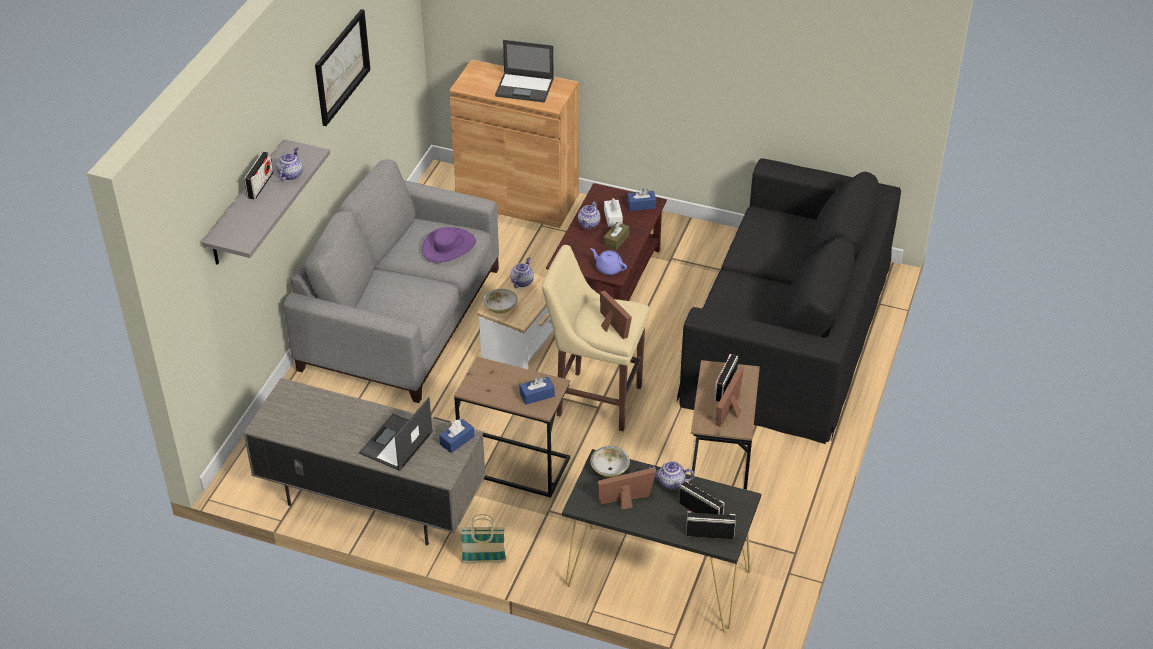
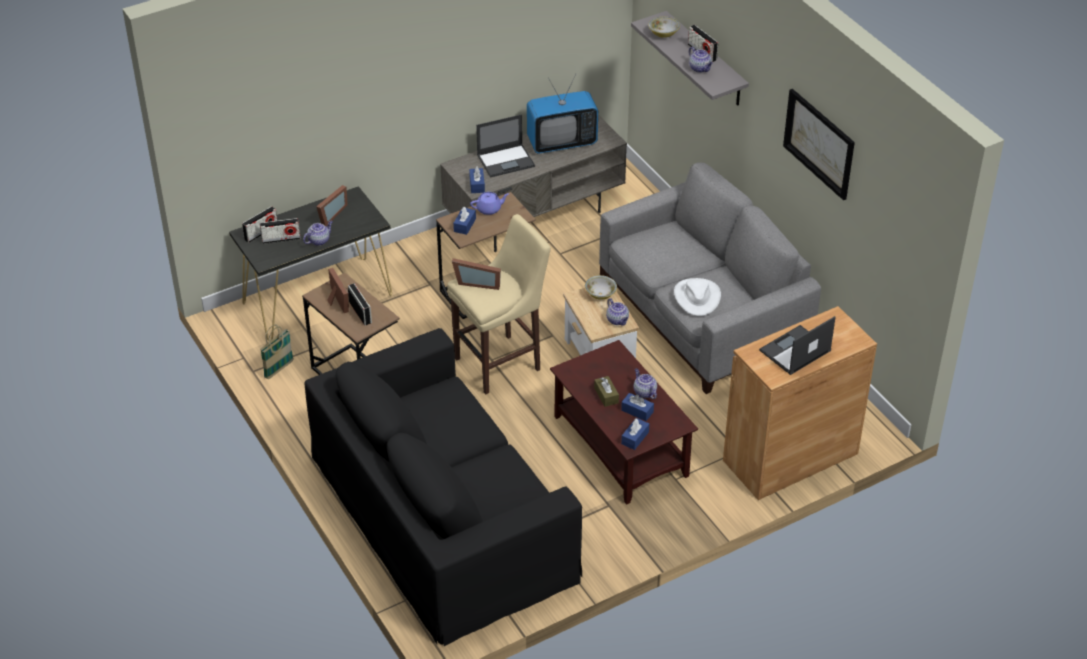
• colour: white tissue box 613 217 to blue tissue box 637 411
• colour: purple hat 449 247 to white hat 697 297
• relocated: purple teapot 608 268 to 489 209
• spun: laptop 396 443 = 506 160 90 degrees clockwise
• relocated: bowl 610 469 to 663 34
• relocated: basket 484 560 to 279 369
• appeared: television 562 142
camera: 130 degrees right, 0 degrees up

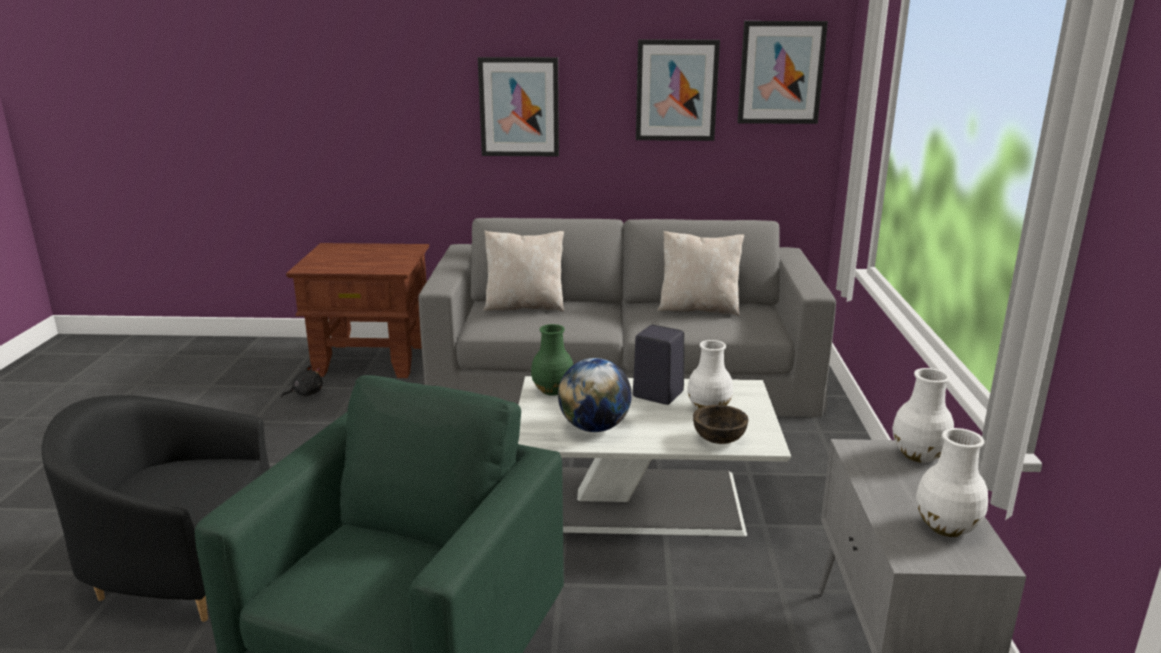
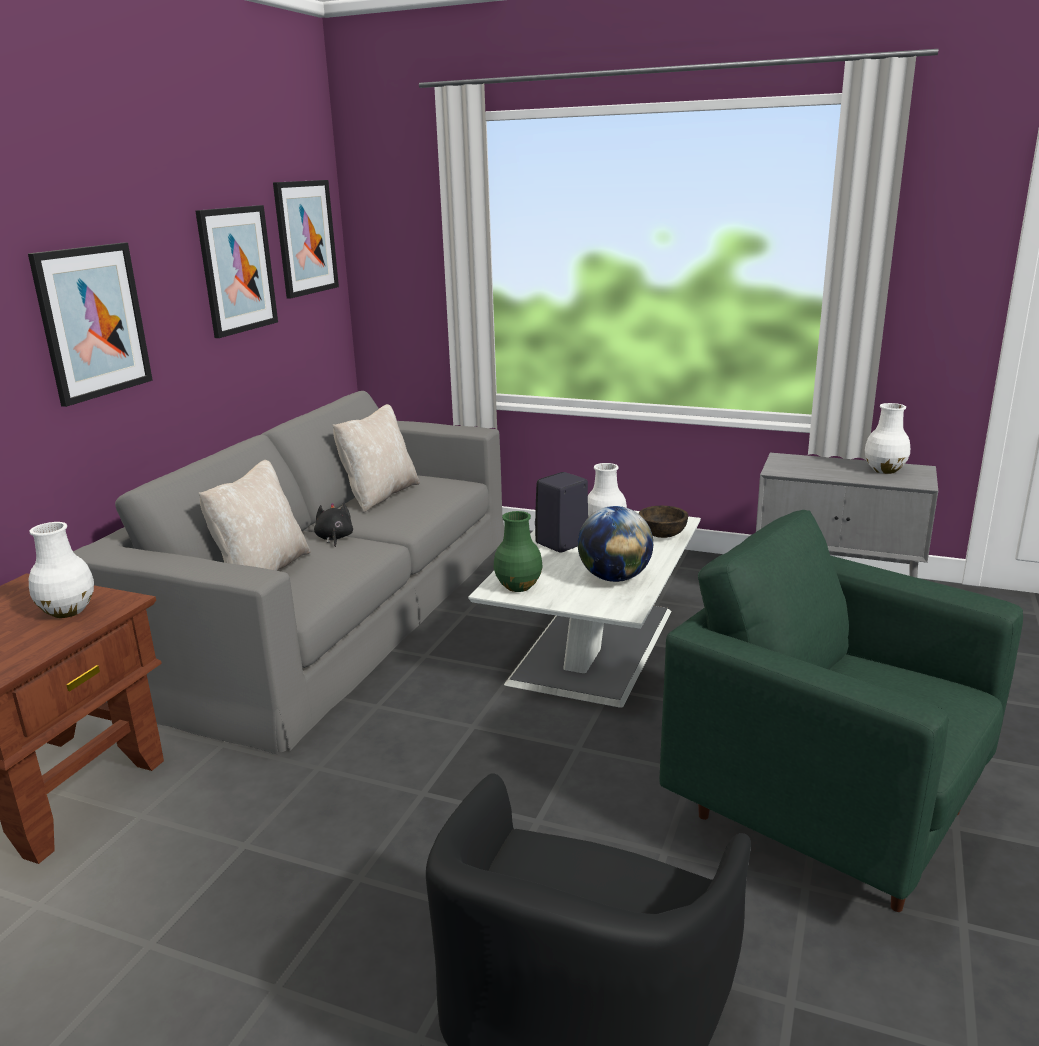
• relocated: black plush toy 306 394 to 334 538
• relocated: white vase 918 455 to 67 611
camera: 70 degrees left, 0 degrees up

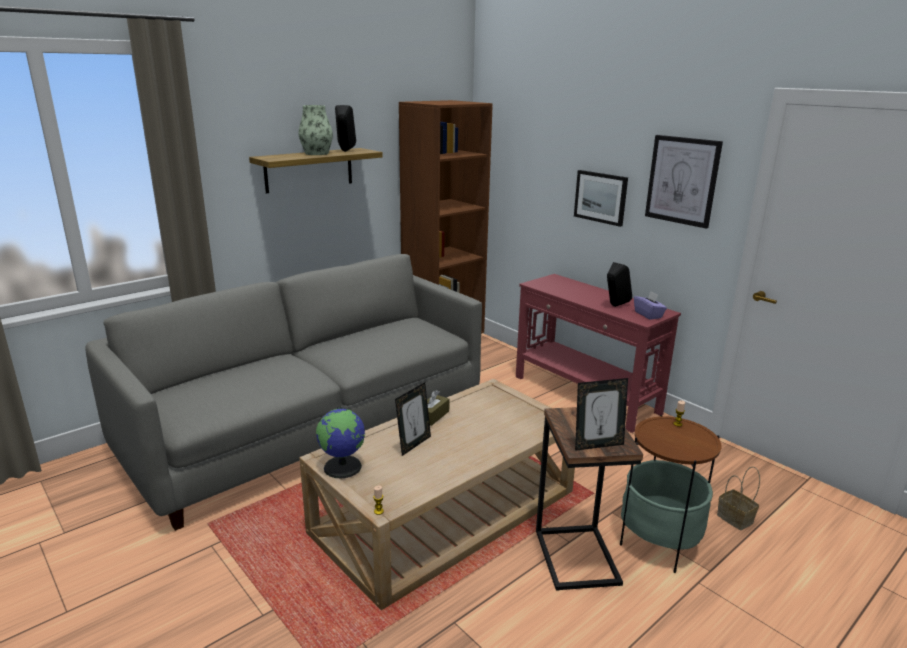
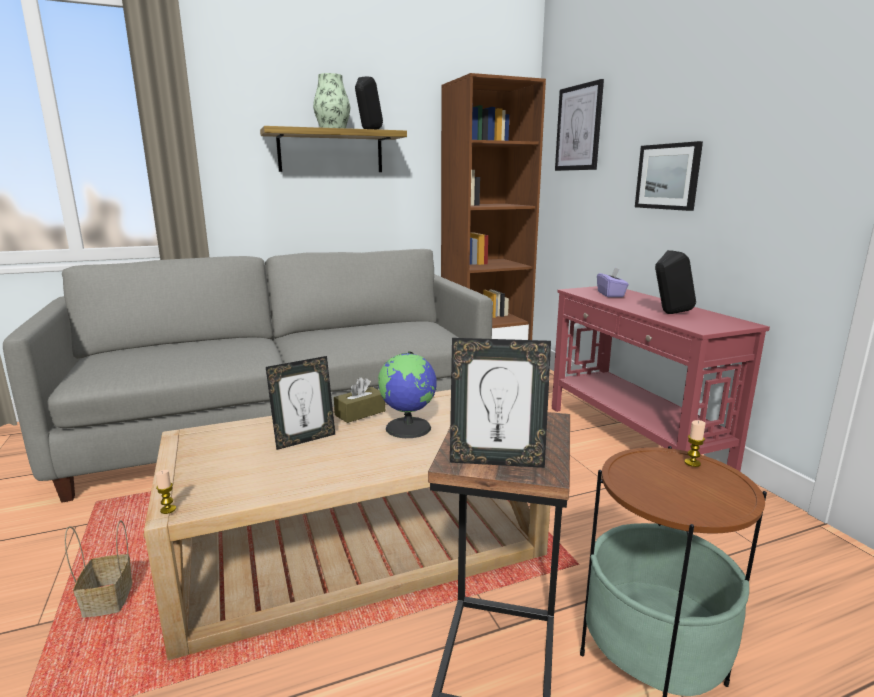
• relocated: picture 682 180 to 578 128
• relocated: purple tissue box 648 315 to 611 294
• relocated: globe 343 467 to 409 428
• relocated: basket 736 519 to 109 601
camera: 20 degrees right, 5 degrees down

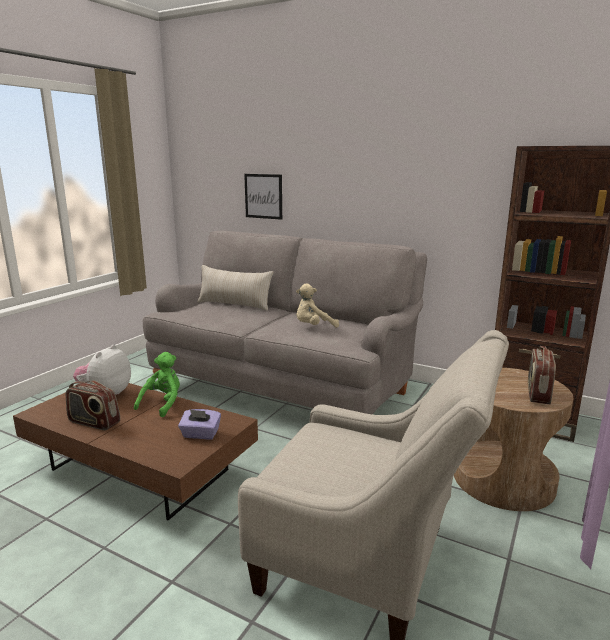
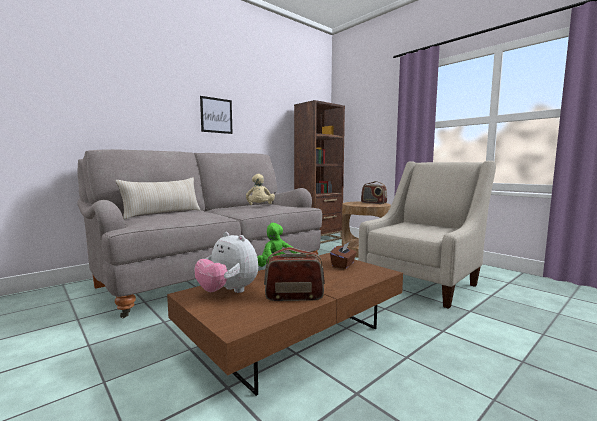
• relocated: picture 263 196 to 216 115
• spun: radio 94 423 = 294 296 135 degrees counterclockwise
• colour: purple tissue box 200 434 to brown tissue box 343 265
camera: 70 degrees left, 10 degrees down

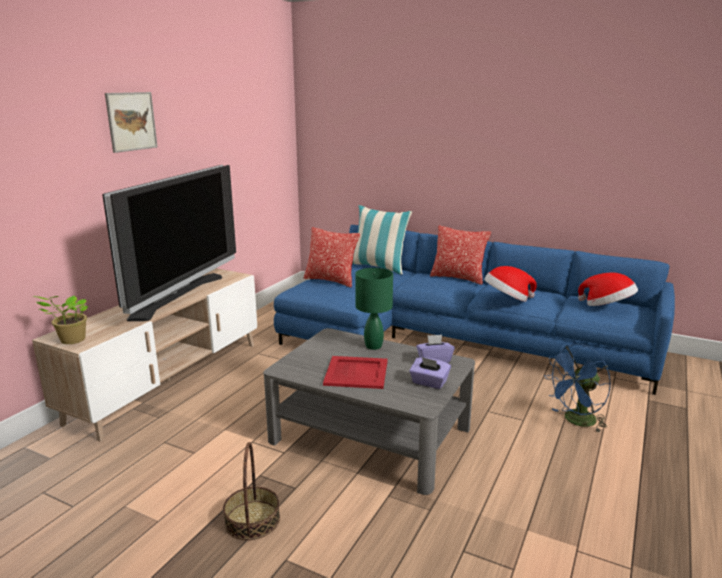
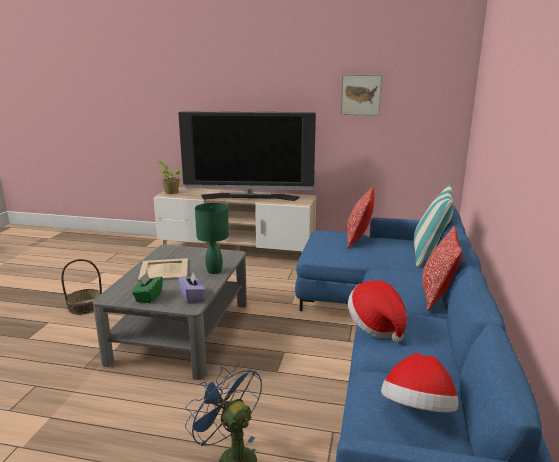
• relocated: picture 131 121 to 361 95
• colour: red tray 357 373 to beige tray 163 270
• colour: purple tissue box 429 383 to green tissue box 148 297
camera: 75 degrees right, 0 degrees up

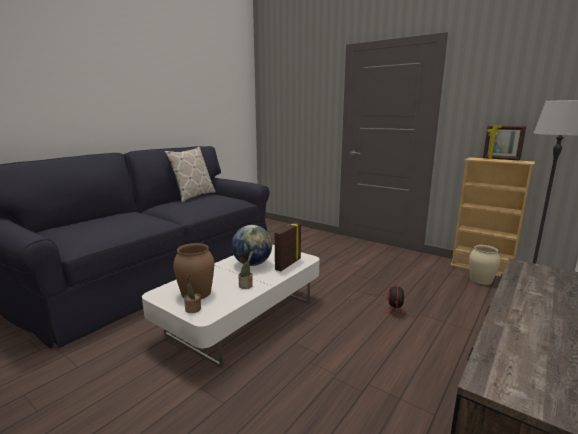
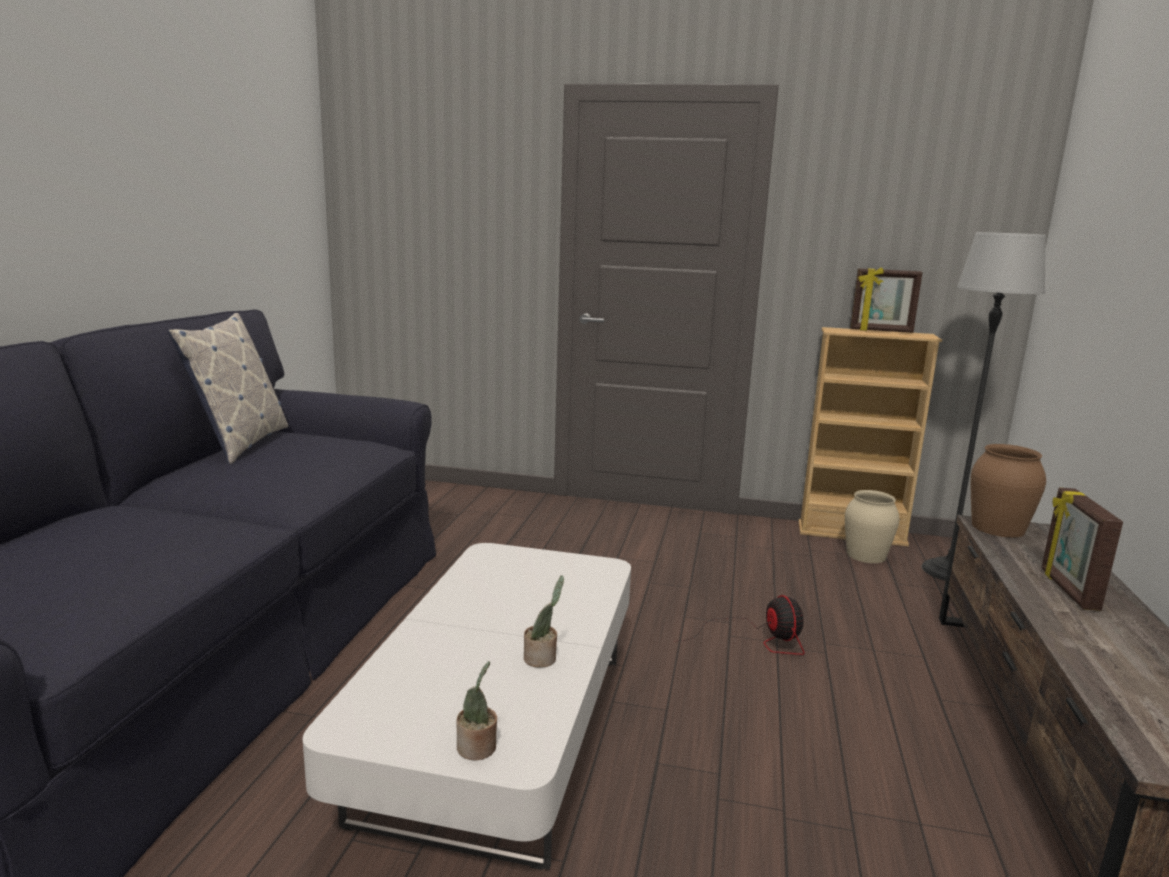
• relocated: picture frame 287 264 to 1067 589
• missing: globe 252 264
• relocated: brown vase 196 293 to 998 528
camera: 25 degrees left, 0 degrees up

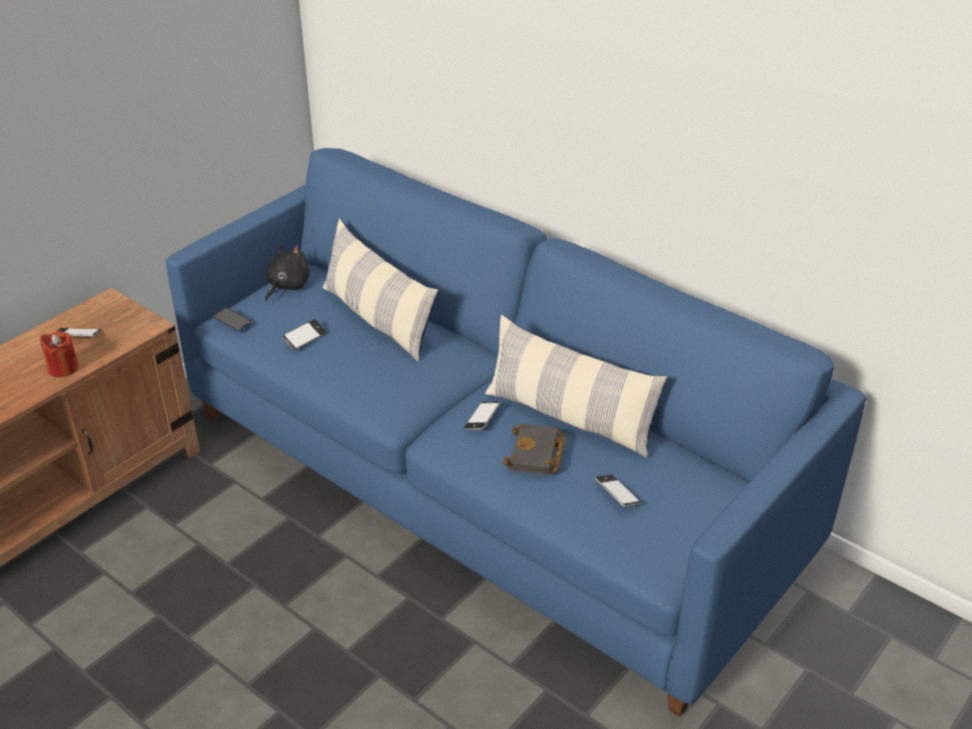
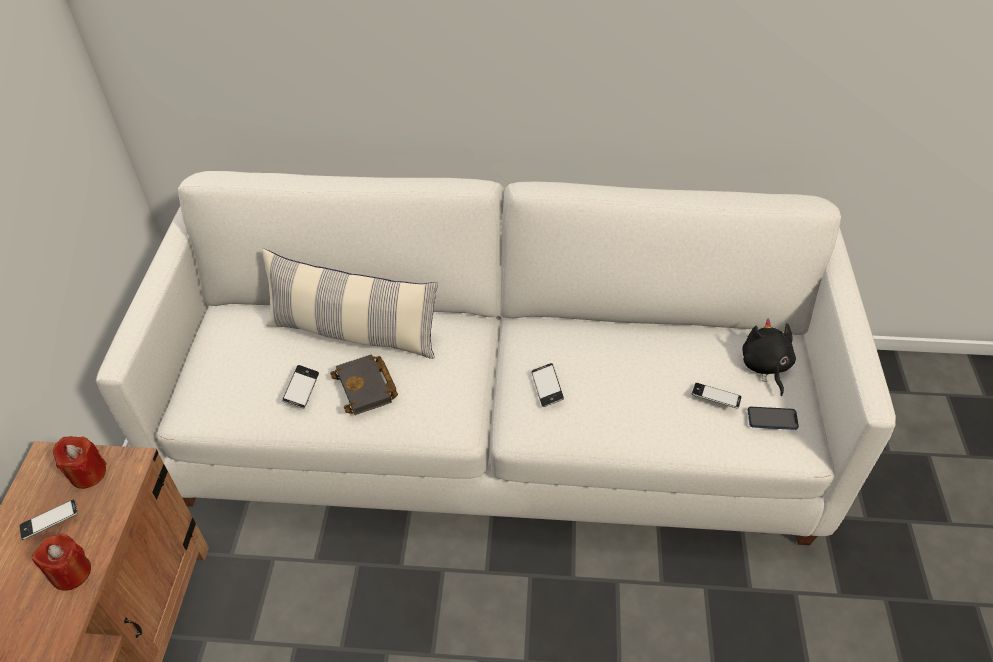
• colour: blue sofa 488 482 to white sofa 499 427
• relocated: black plush toy 286 286 to 765 366
• relocated: phone 232 321 to 772 419
• missing: pillow 569 418
• relocated: black book 537 455 to 367 388
• appeared: red candle 88 473
camera: 35 degrees left, 10 degrees up

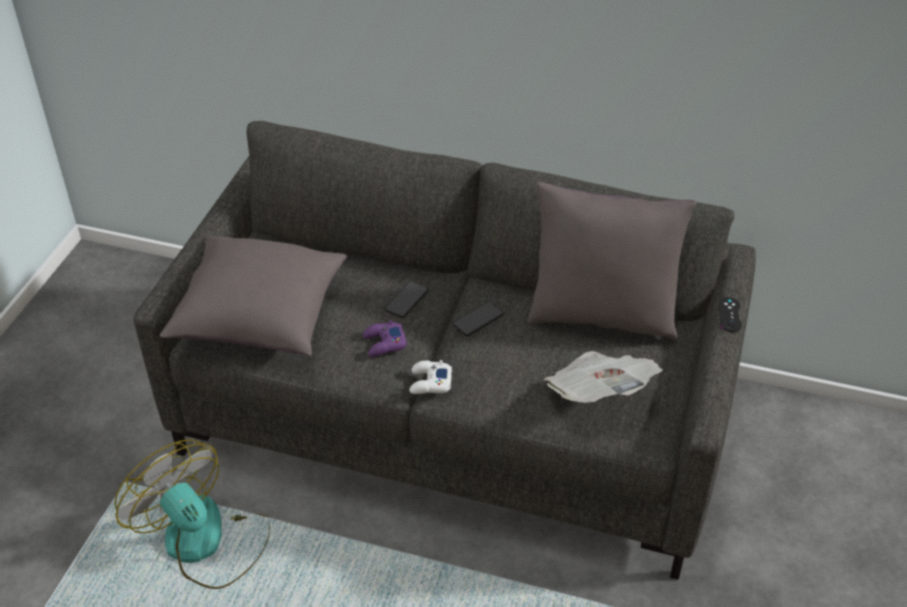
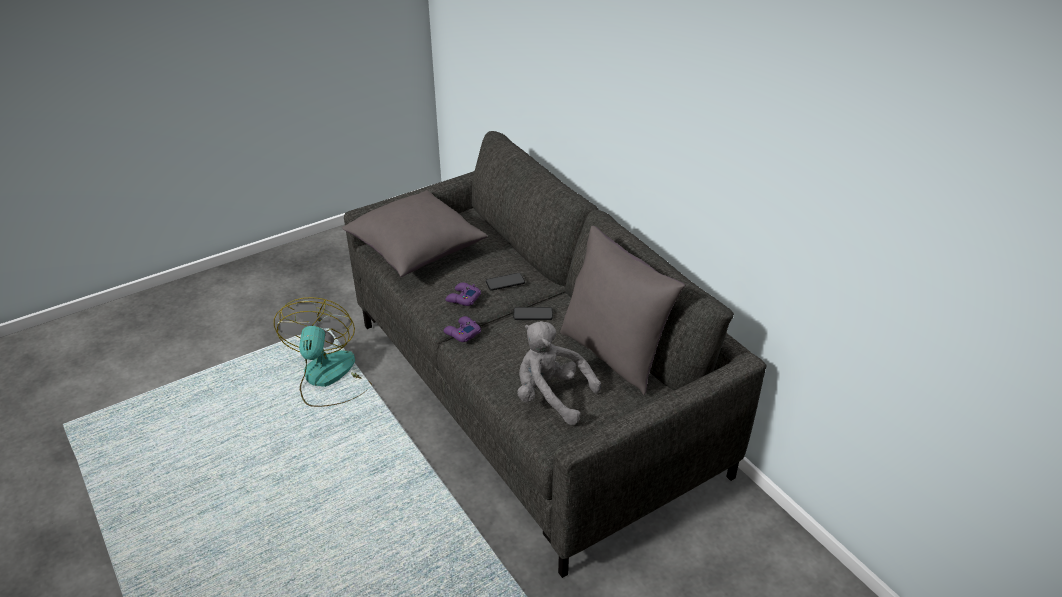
• missing: black game controller 730 315
• exchanged: newspaper 599 395 to grey plush toy 551 396
• colour: white game controller 430 382 to purple game controller 462 333
camera: 40 degrees right, 5 degrees down

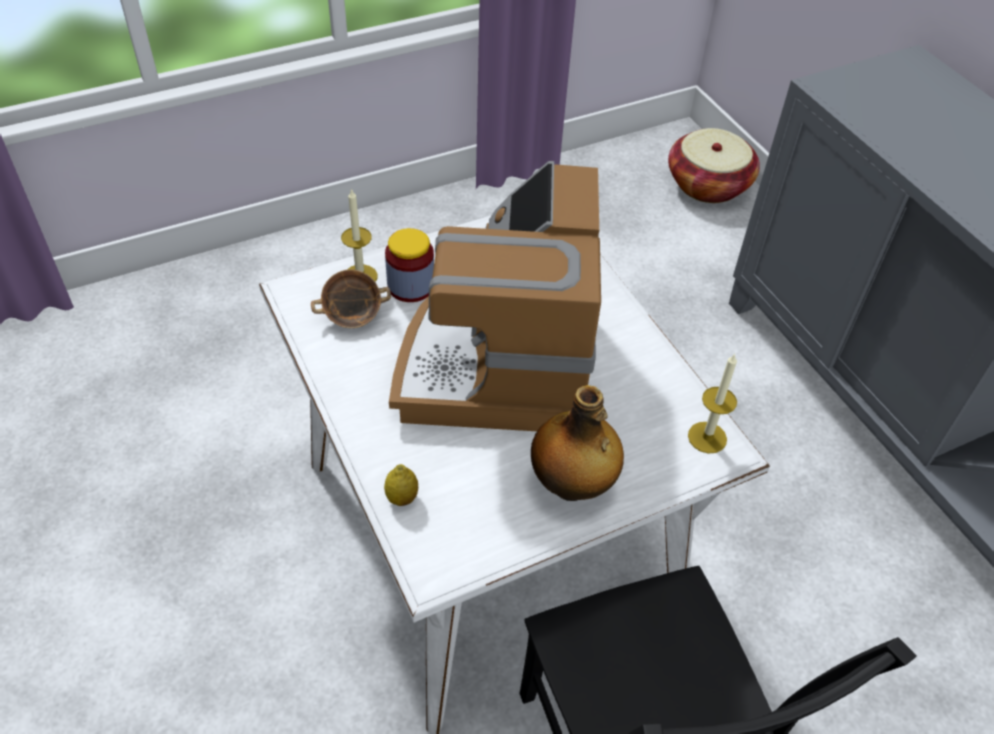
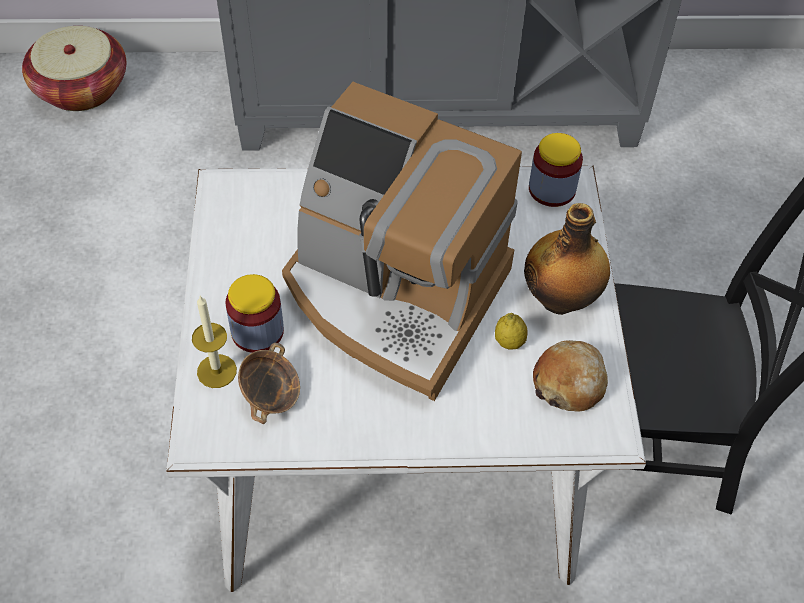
• exchanged: candle 707 437 to jar 552 189
• relocated: lemon 402 497 to 509 342
• appeared: bread 569 383
camera: 65 degrees left, 5 degrees up

